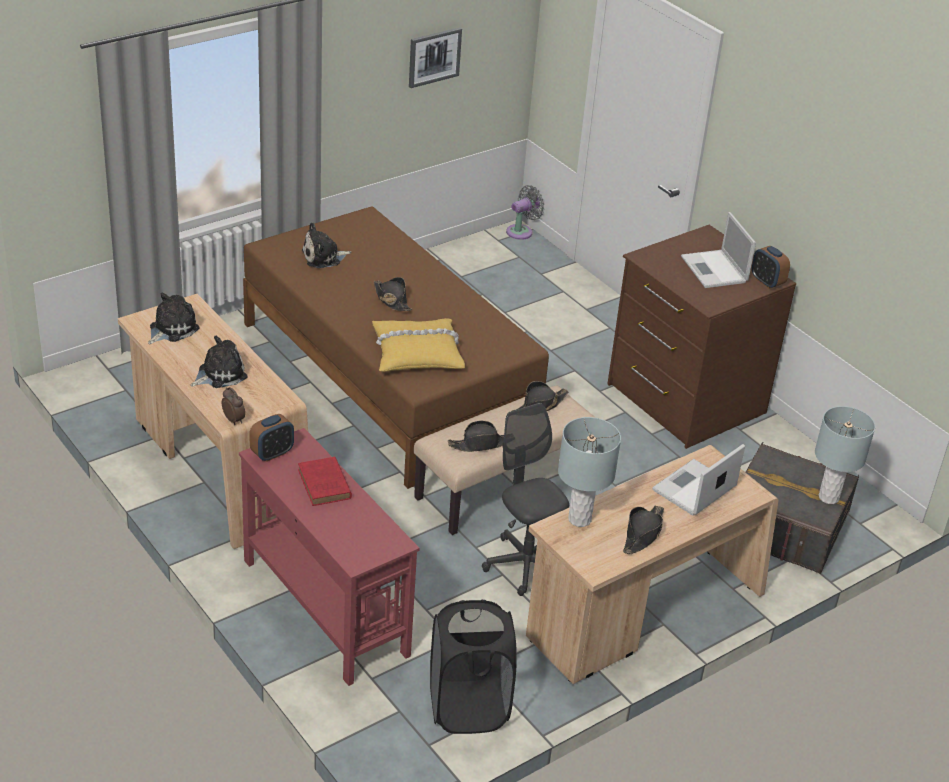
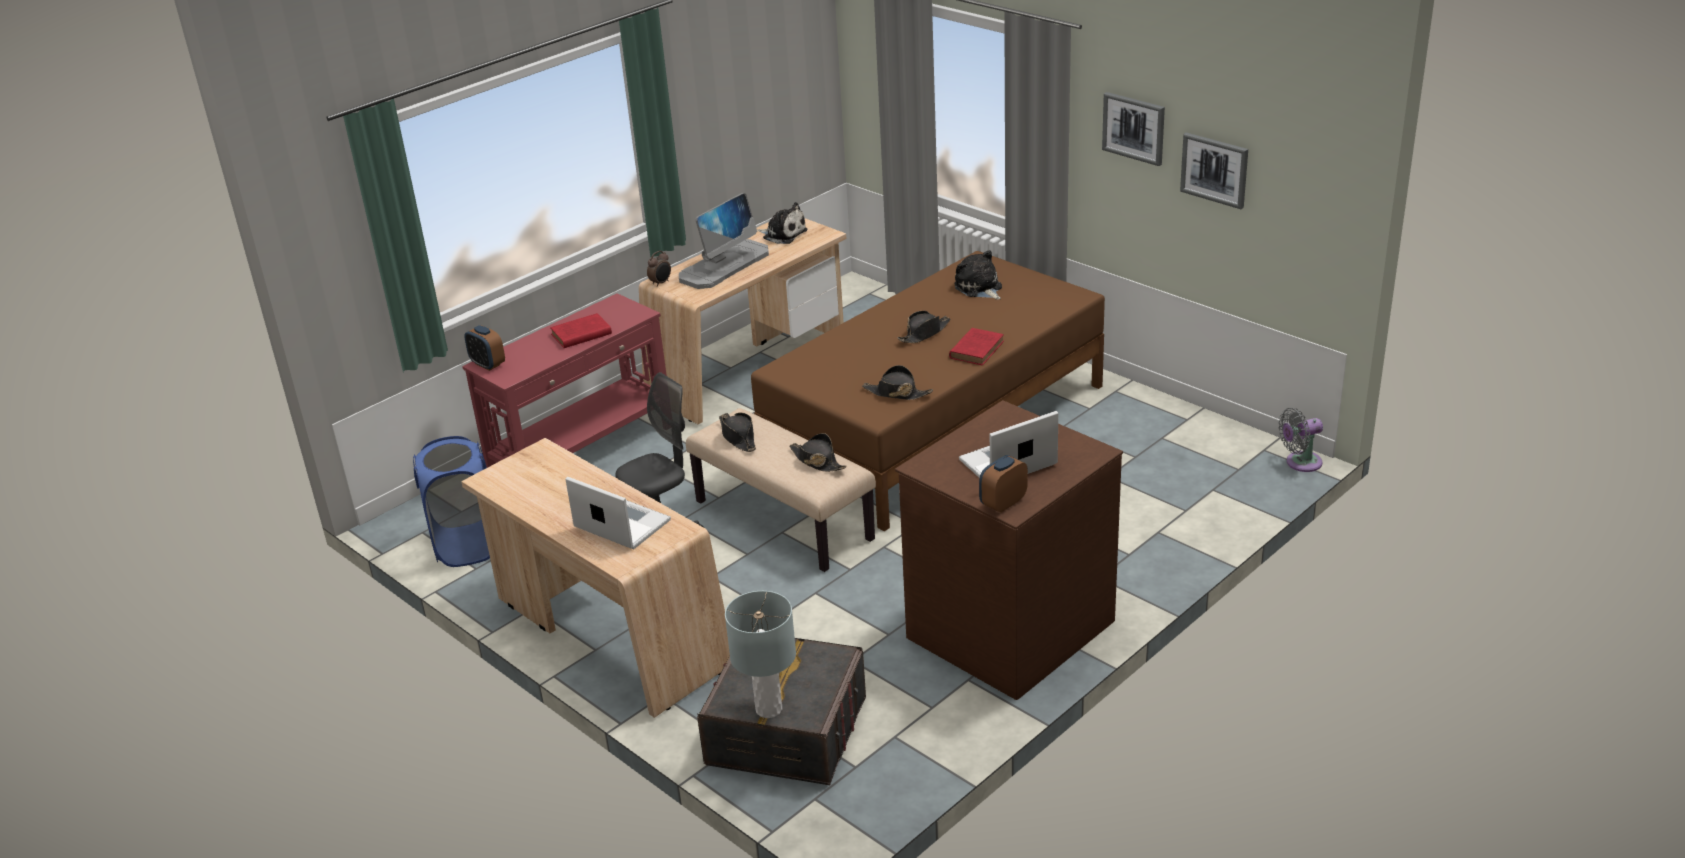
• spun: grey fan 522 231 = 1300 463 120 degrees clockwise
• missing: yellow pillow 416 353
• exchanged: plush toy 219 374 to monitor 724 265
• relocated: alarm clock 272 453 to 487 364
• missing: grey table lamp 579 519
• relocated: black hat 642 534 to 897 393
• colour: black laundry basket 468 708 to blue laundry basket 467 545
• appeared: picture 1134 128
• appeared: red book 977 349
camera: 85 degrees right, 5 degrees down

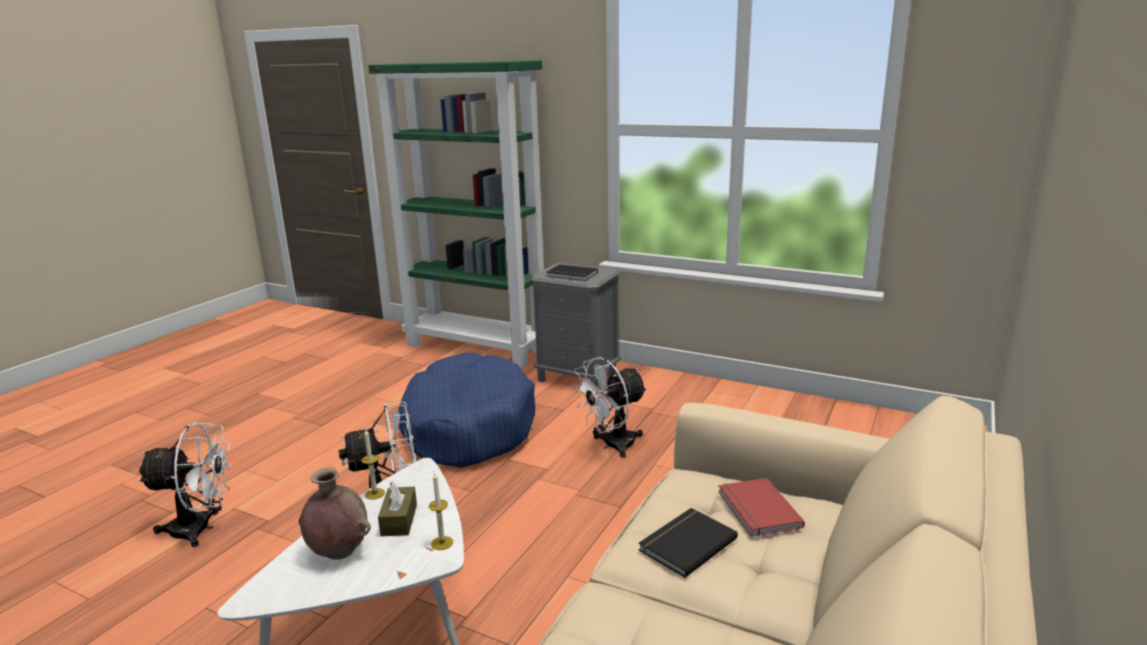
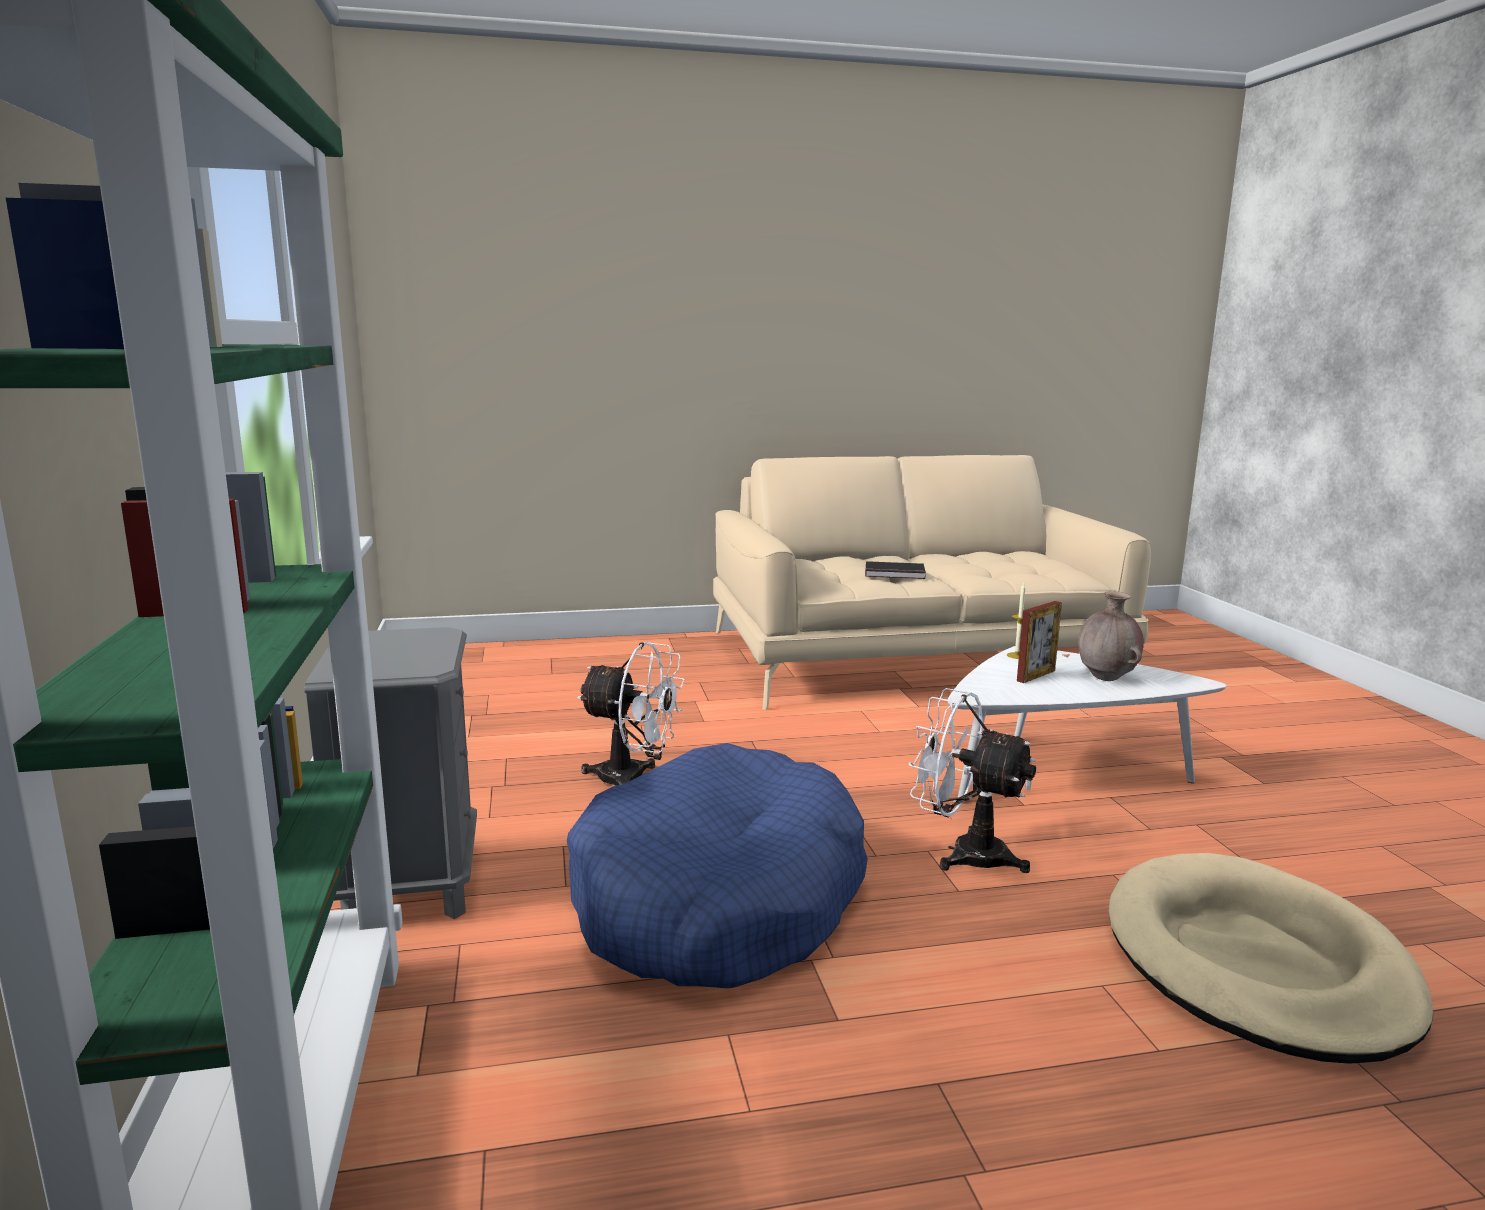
• missing: black book 571 275
• exchanged: white fan 201 529 to beige dog bed 1256 963
• missing: candle 374 494
• missing: red book 756 510
• exchanged: brown tissue box 399 520 to picture frame 1036 676
camera: 130 degrees left, 5 degrees down

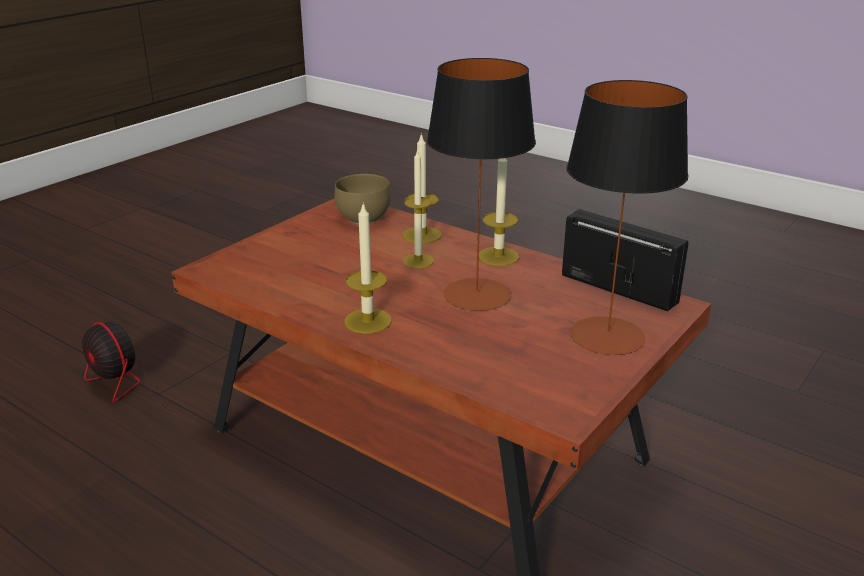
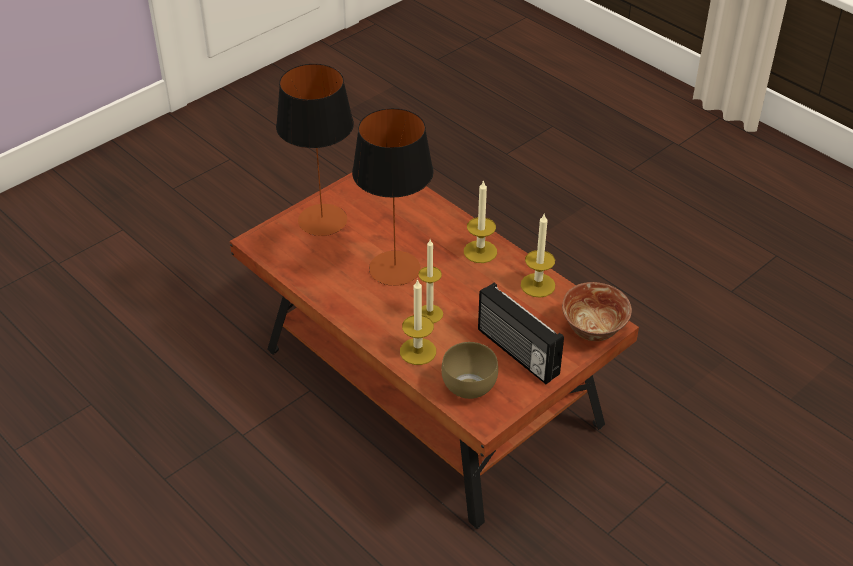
• relocated: candle 498 256 to 537 285
• relocated: radio 619 288 to 516 353
• missing: fan 148 384
• appeared: bowl 593 331
camera: 170 degrees left, 15 degrees up

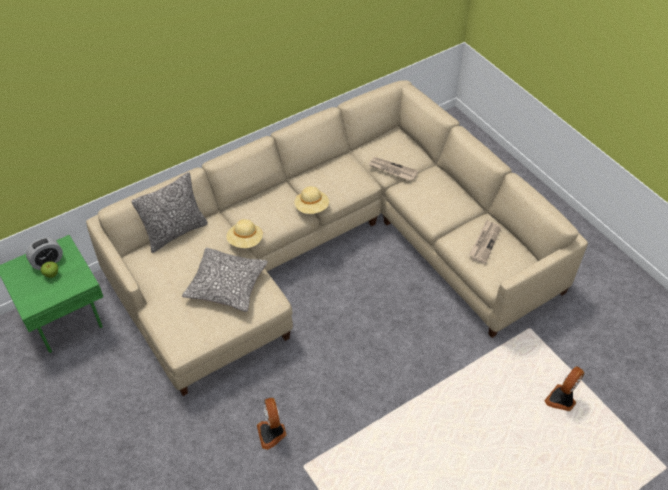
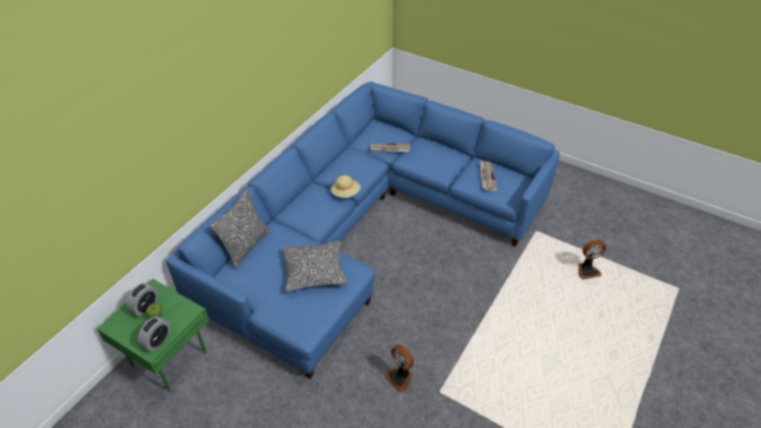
• colour: beige sofa 330 251 to blue sofa 363 228
• missing: beige hat 245 241
• spun: fan 561 400 = 587 270 120 degrees counterclockwise
• appeared: alarm clock 158 341
camera: 25 degrees left, 5 degrees down

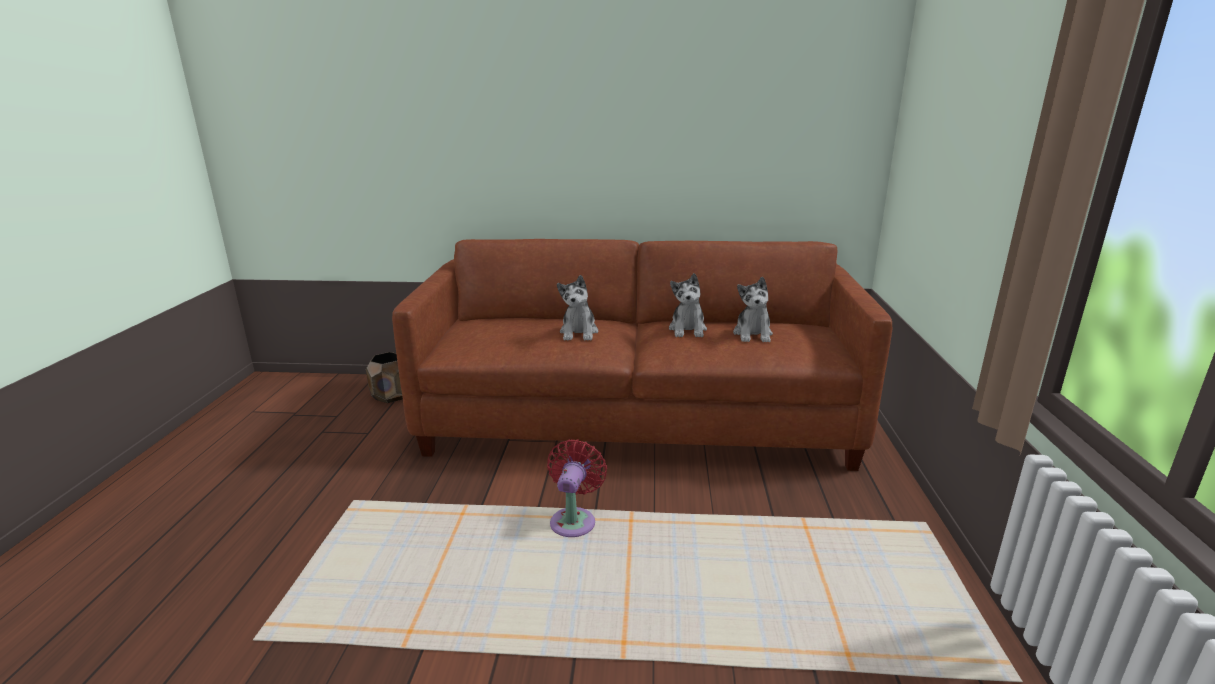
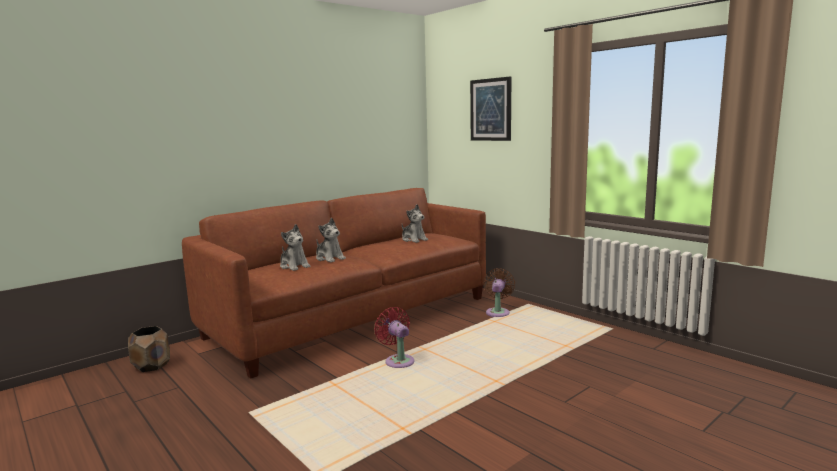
• relocated: plush toy 688 329 to 294 266
• appeared: picture 491 109
• appeared: brown fan 498 312
camera: 45 degrees left, 10 degrees down

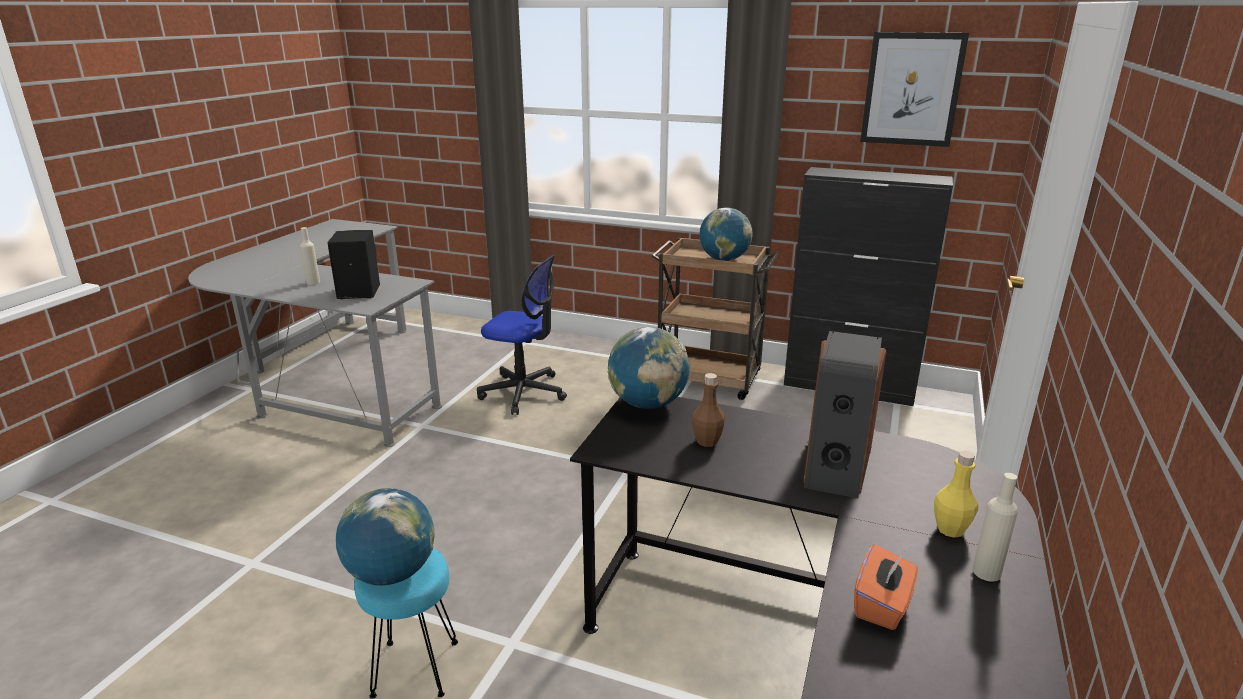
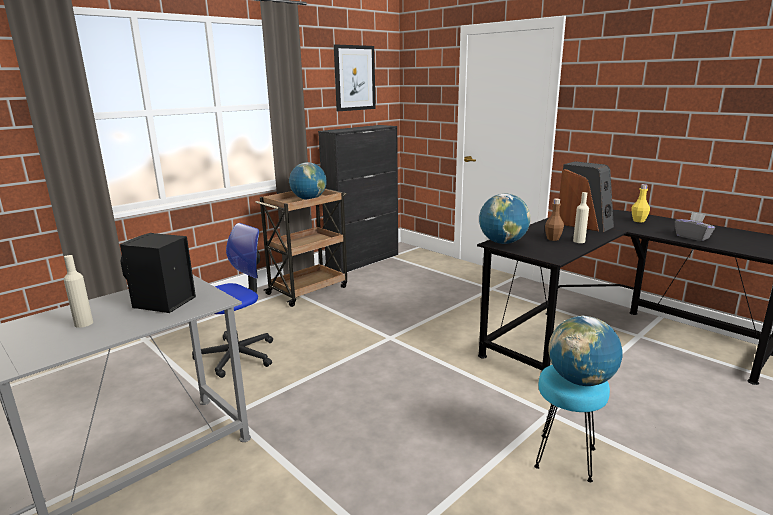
• relocated: beige bottle 986 572 to 579 241
• colour: orange tissue box 882 605 to grey tissue box 692 237
camera: 65 degrees left, 5 degrees down

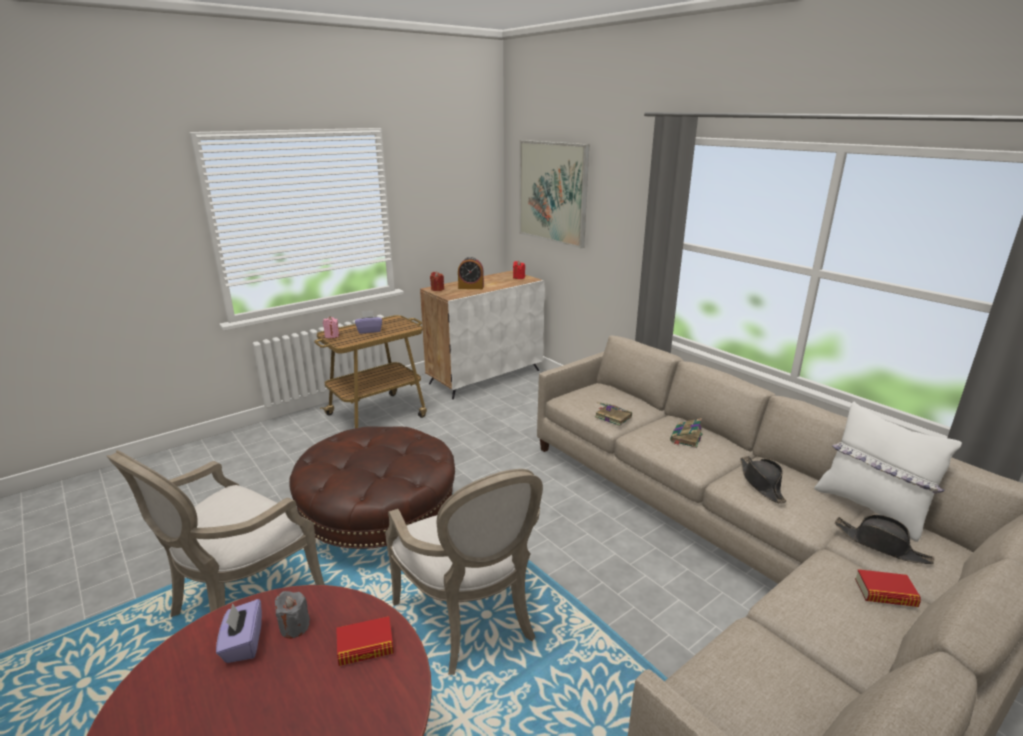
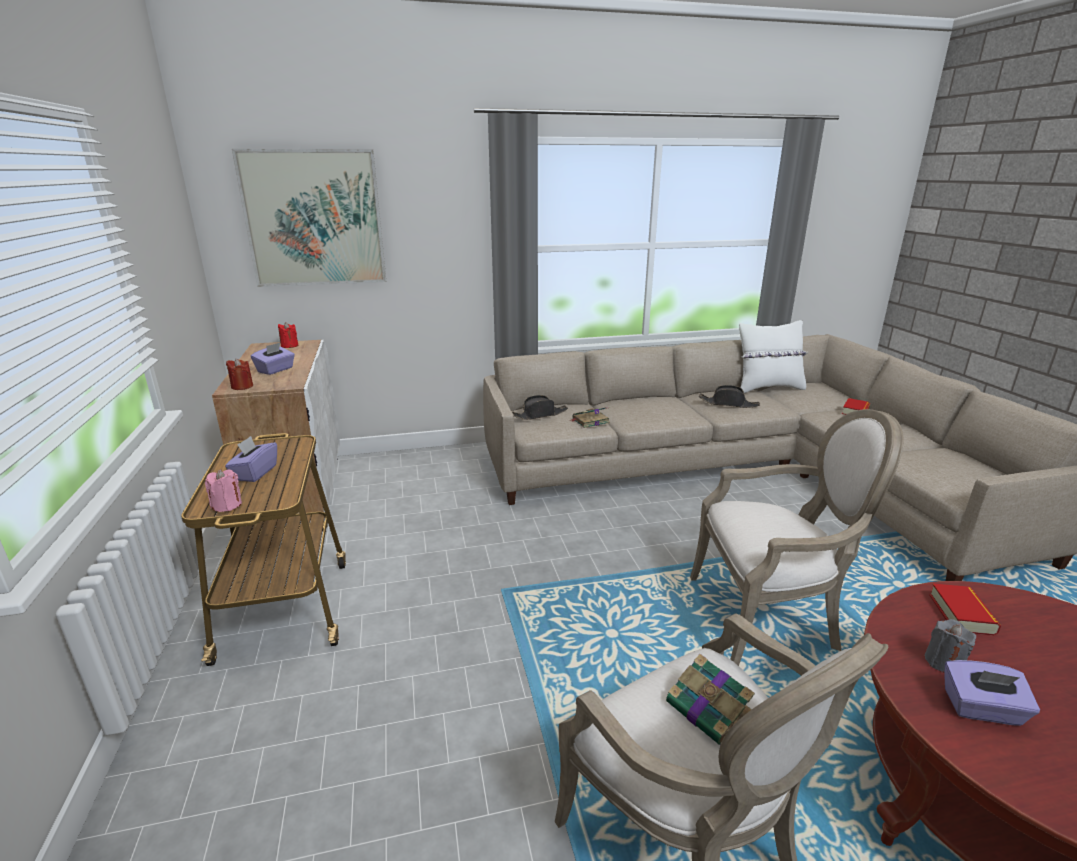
• exchanged: alarm clock 471 287 to purple tissue box 276 370
• relocated: book 686 438 to 710 711
• missing: brown ottoman 380 522
• relocated: black hat 881 545 to 539 415
camera: 65 degrees left, 0 degrees up

